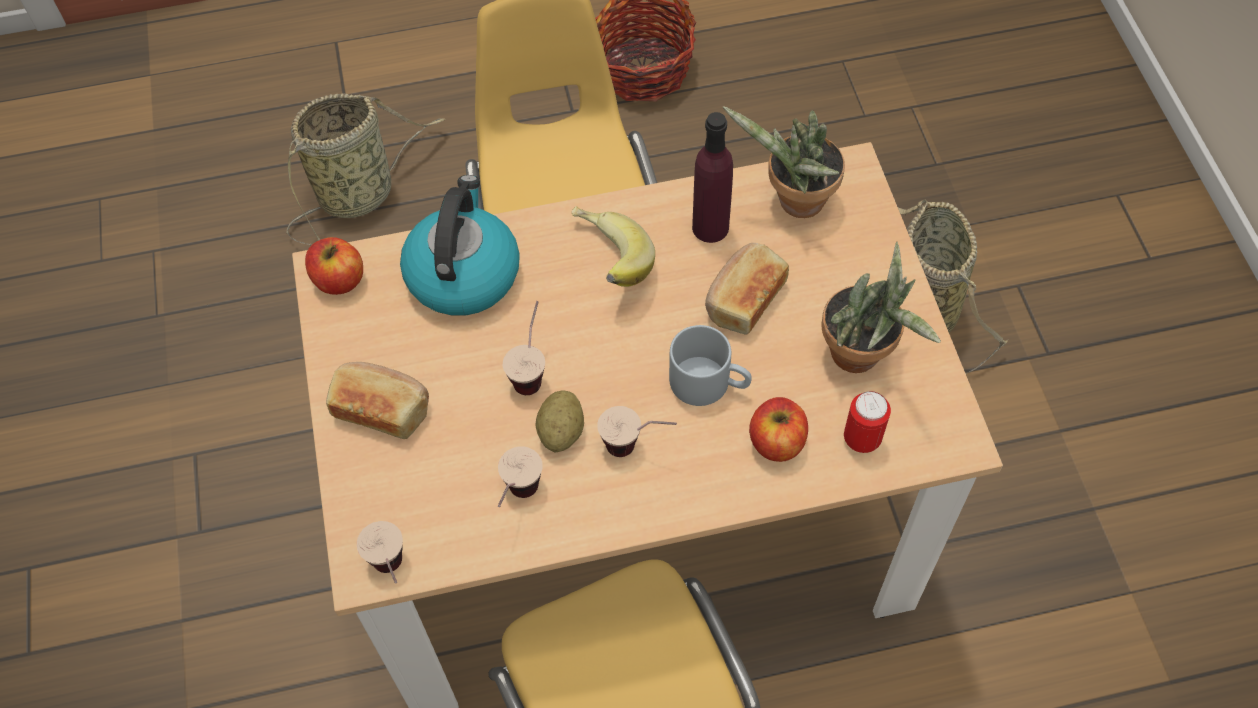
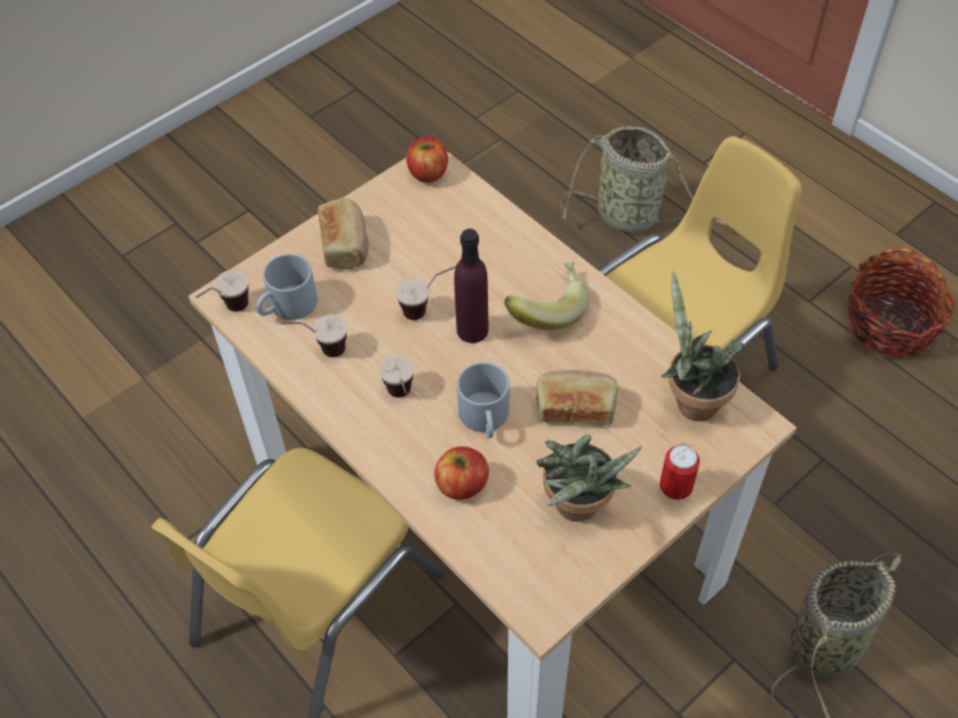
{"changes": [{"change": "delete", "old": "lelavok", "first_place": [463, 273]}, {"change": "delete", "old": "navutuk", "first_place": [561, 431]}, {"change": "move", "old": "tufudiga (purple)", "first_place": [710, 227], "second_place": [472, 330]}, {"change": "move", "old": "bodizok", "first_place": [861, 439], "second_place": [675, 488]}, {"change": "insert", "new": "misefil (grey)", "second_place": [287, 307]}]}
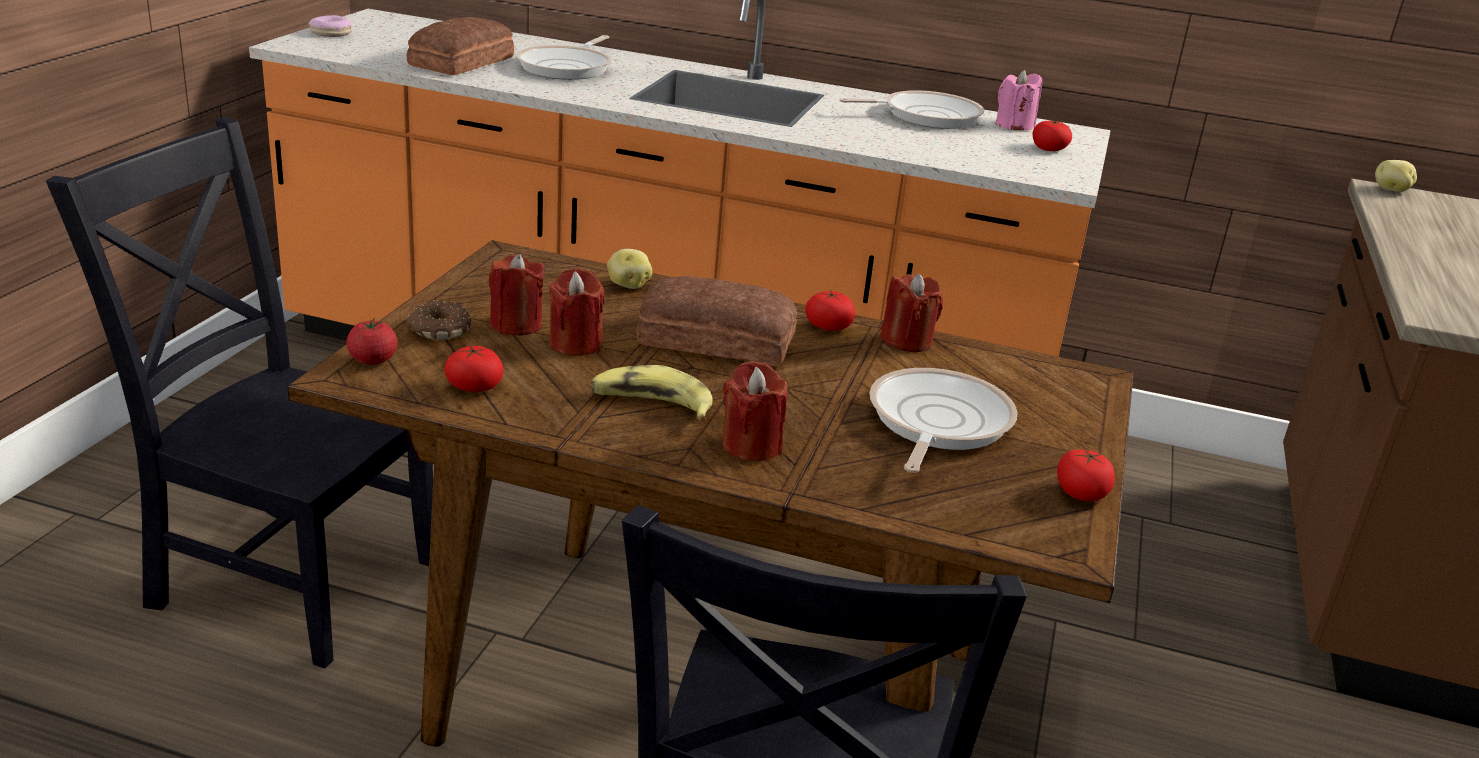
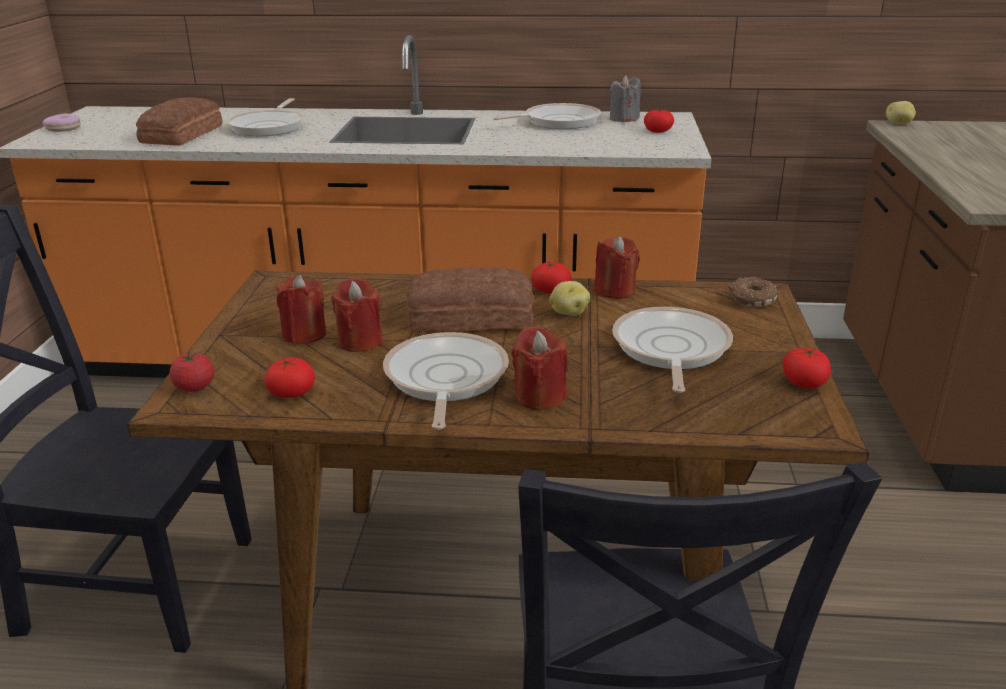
{"changes": [{"change": "move", "old": "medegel", "first_place": [439, 329], "second_place": [751, 299]}, {"change": "replace", "old": "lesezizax", "new": "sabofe", "first_place": [651, 405], "second_place": [444, 379]}, {"change": "move", "old": "navutuk", "first_place": [628, 285], "second_place": [568, 313]}, {"change": "recolor", "old": "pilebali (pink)", "new": "pilebali (grey)", "first_place": [1014, 125], "second_place": [623, 119]}]}
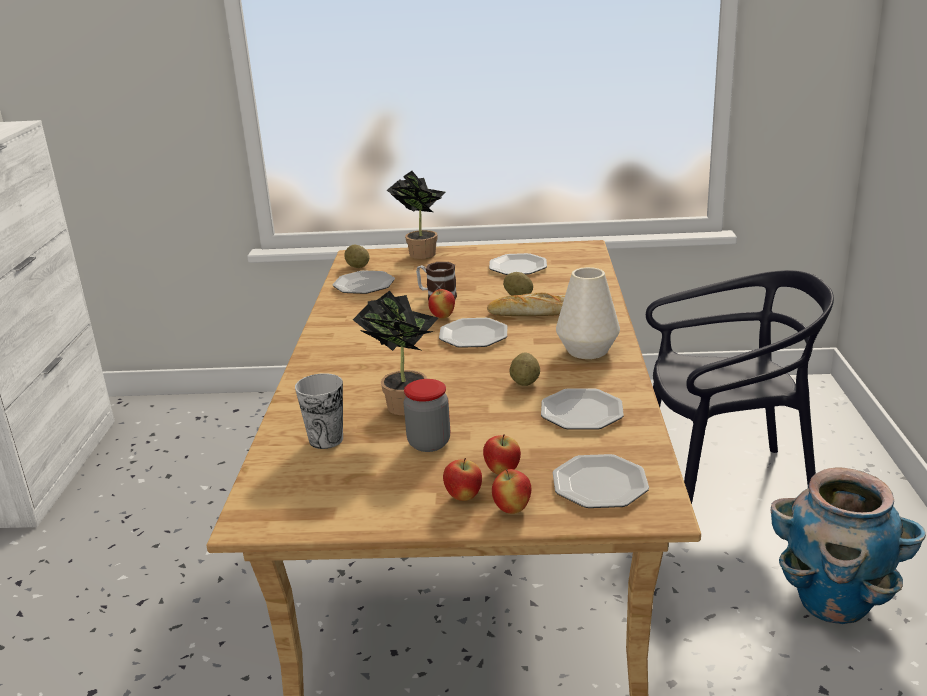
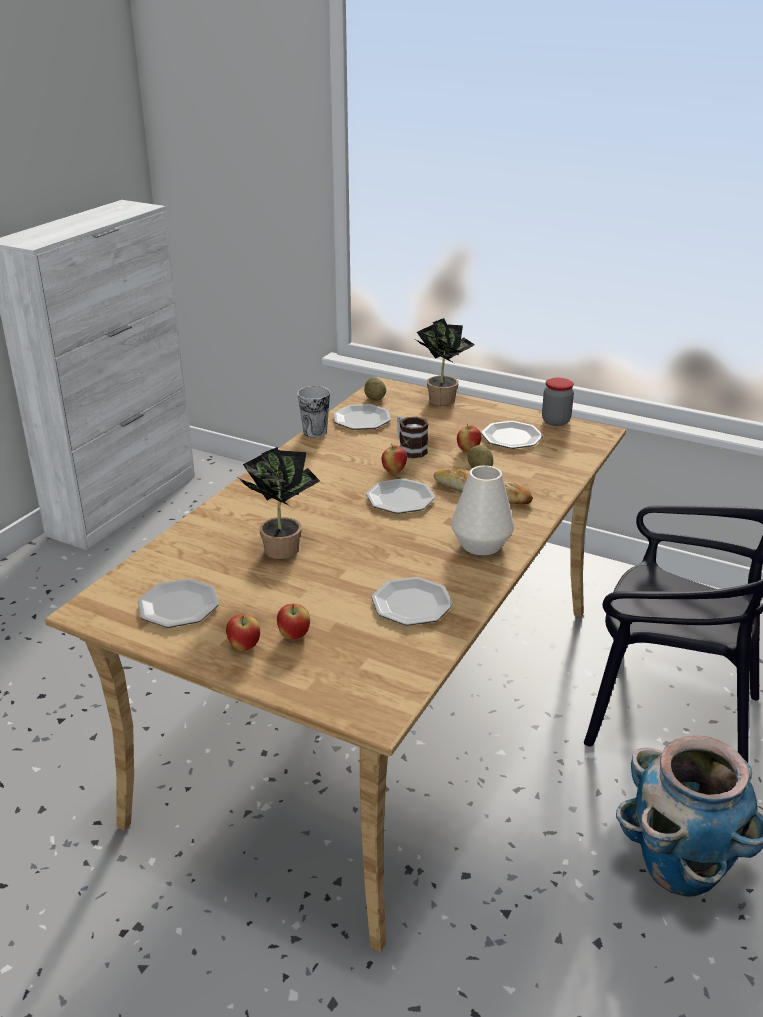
{"changes": [{"change": "move", "old": "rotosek", "first_place": [326, 440], "second_place": [315, 432]}, {"change": "move", "old": "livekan", "first_place": [429, 443], "second_place": [555, 421]}, {"change": "move", "old": "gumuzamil", "first_place": [512, 509], "second_place": [468, 451]}, {"change": "delete", "old": "navutuk", "first_place": [525, 382]}, {"change": "move", "old": "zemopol", "first_place": [600, 484], "second_place": [179, 606]}]}
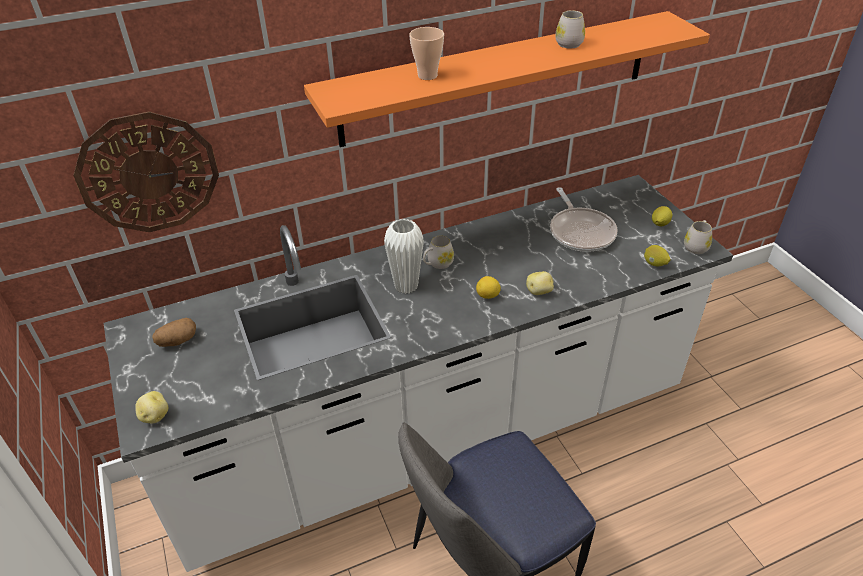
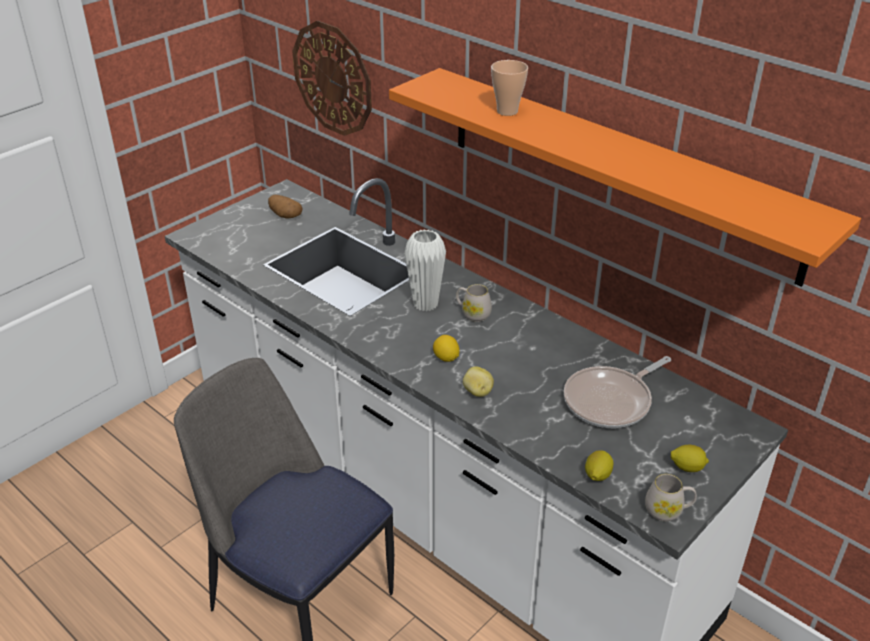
{"changes": [{"change": "delete", "old": "navutuk", "first_place": [154, 416]}, {"change": "delete", "old": "misefil (white)", "first_place": [568, 42]}]}
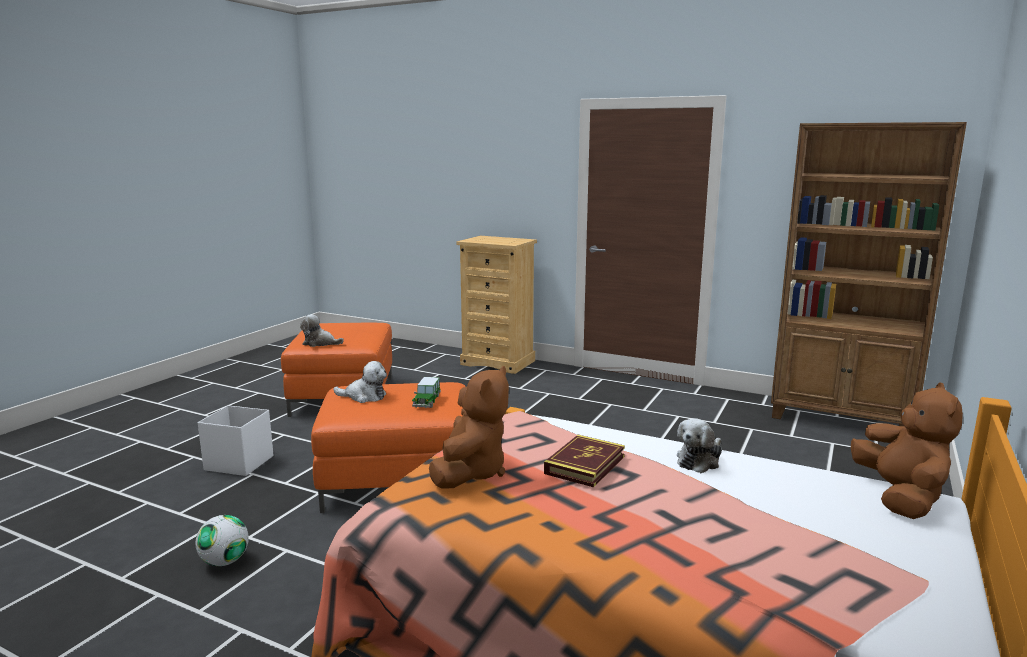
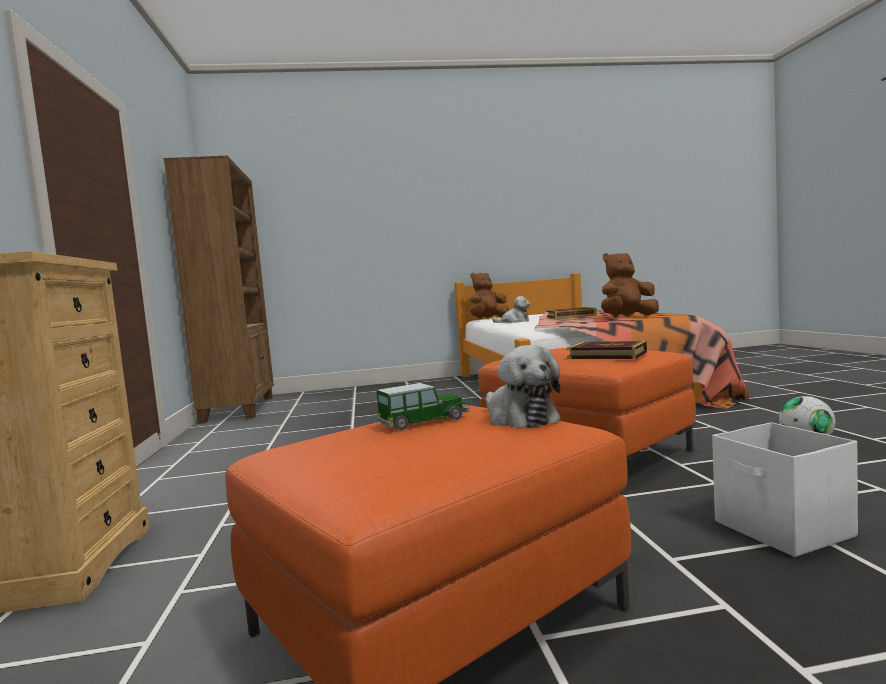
{"changes": [{"change": "replace", "old": "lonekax", "new": "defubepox", "first_place": [364, 396], "second_place": [607, 355]}, {"change": "move", "old": "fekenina", "first_place": [426, 401], "second_place": [424, 421]}]}
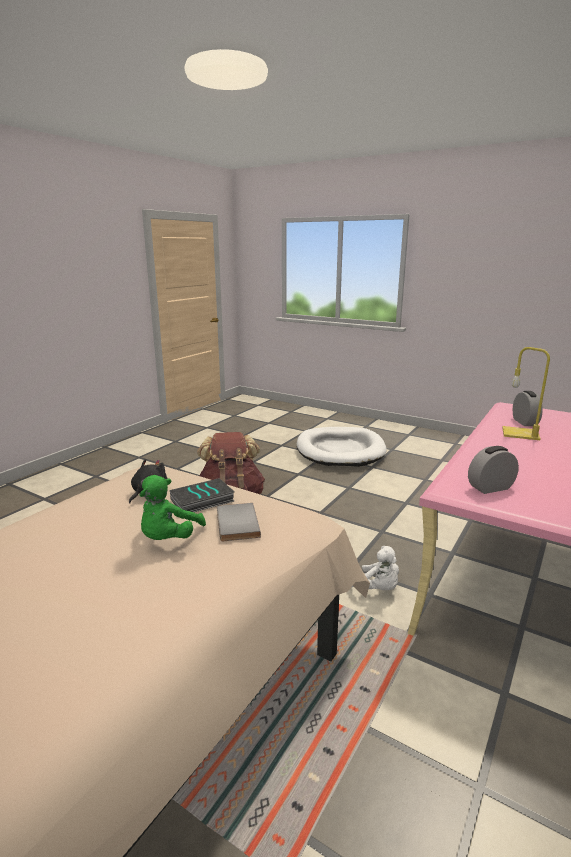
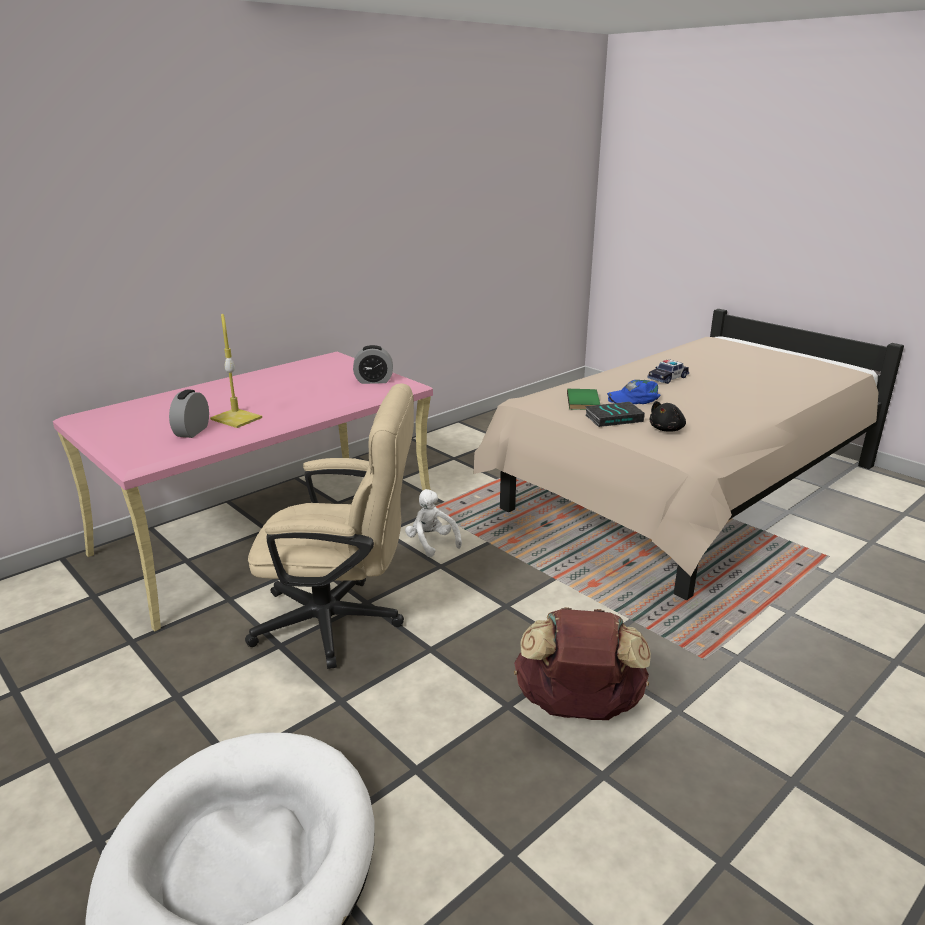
{"changes": [{"change": "replace", "old": "lonekax (green)", "new": "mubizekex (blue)", "first_place": [169, 539], "second_place": [634, 398]}, {"change": "recolor", "old": "defubepox (grey)", "new": "defubepox (green)", "first_place": [235, 524], "second_place": [584, 401]}, {"change": "insert", "new": "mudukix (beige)", "second_place": [341, 622]}, {"change": "insert", "new": "fekenina", "second_place": [668, 378]}]}
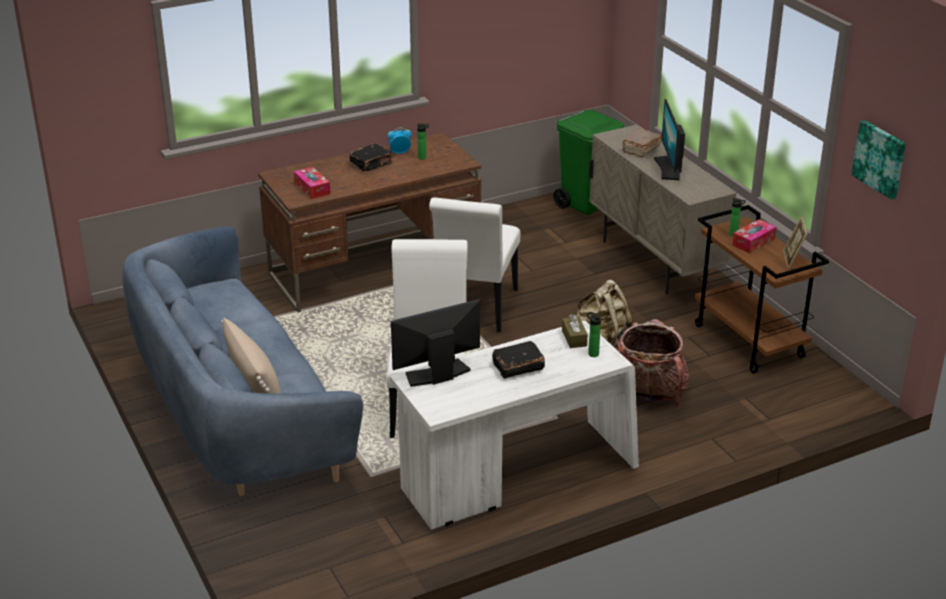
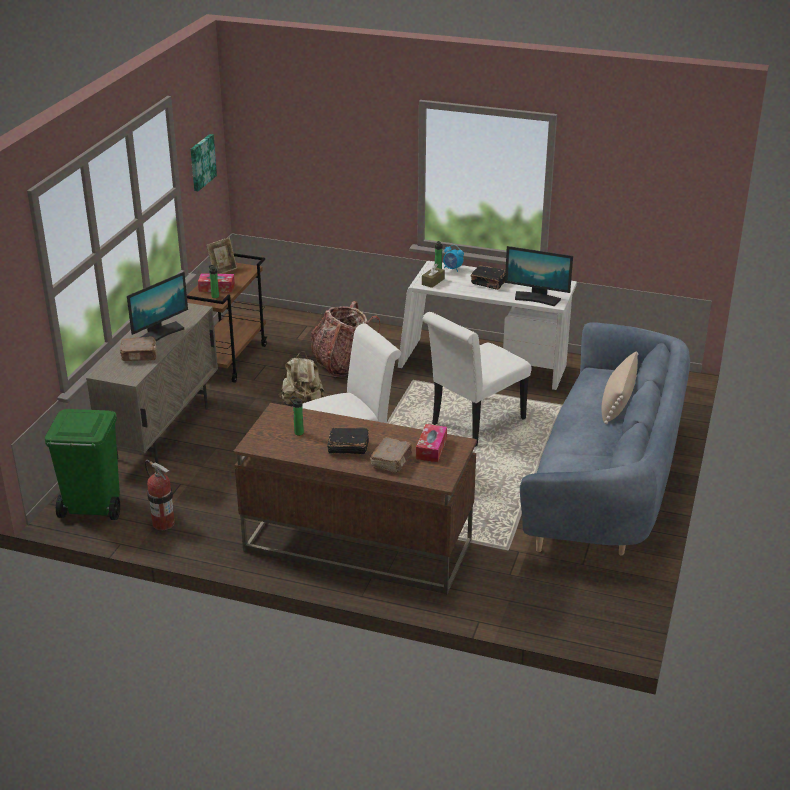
{"changes": [{"change": "move", "old": "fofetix", "first_place": [399, 152], "second_place": [452, 269]}, {"change": "insert", "new": "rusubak", "second_place": [163, 523]}, {"change": "insert", "new": "defubepox (brown)", "second_place": [392, 461]}]}
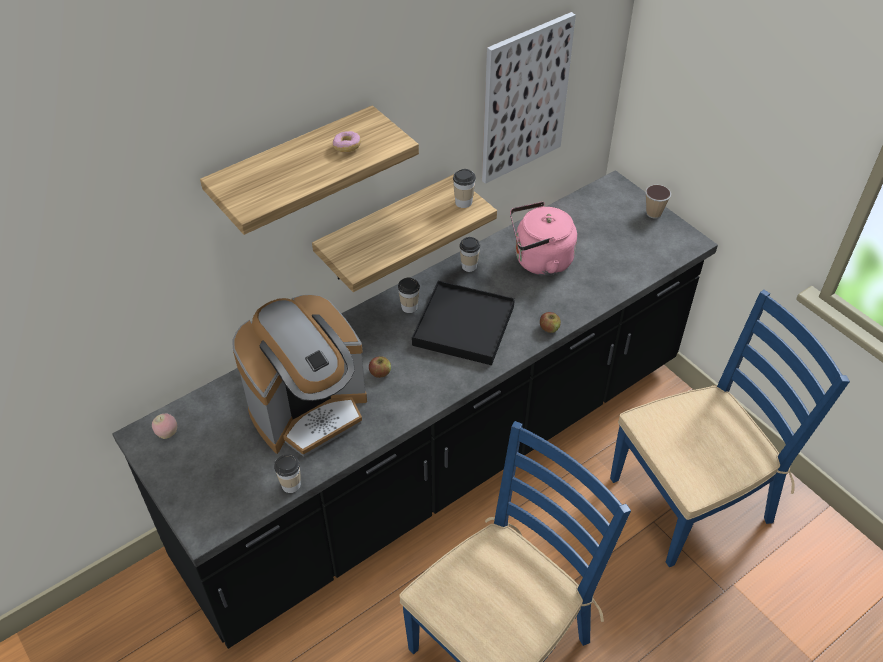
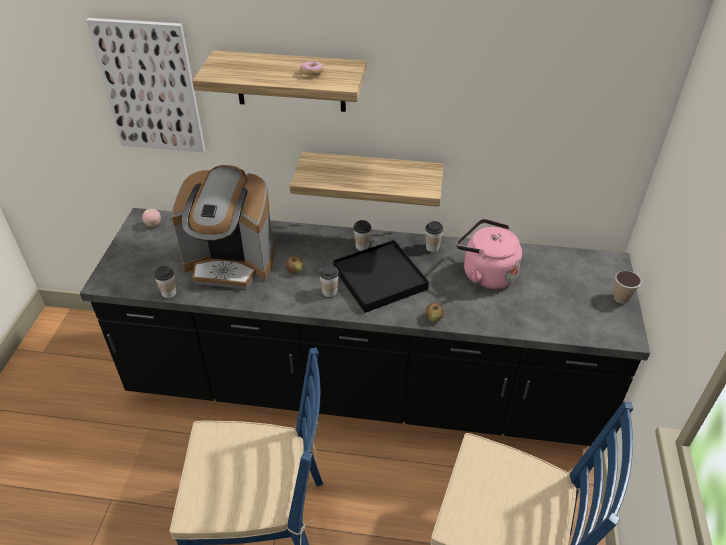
{"changes": [{"change": "move", "old": "rotosek", "first_place": [463, 202], "second_place": [329, 292]}, {"change": "move", "old": "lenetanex", "first_place": [524, 99], "second_place": [150, 87]}]}
